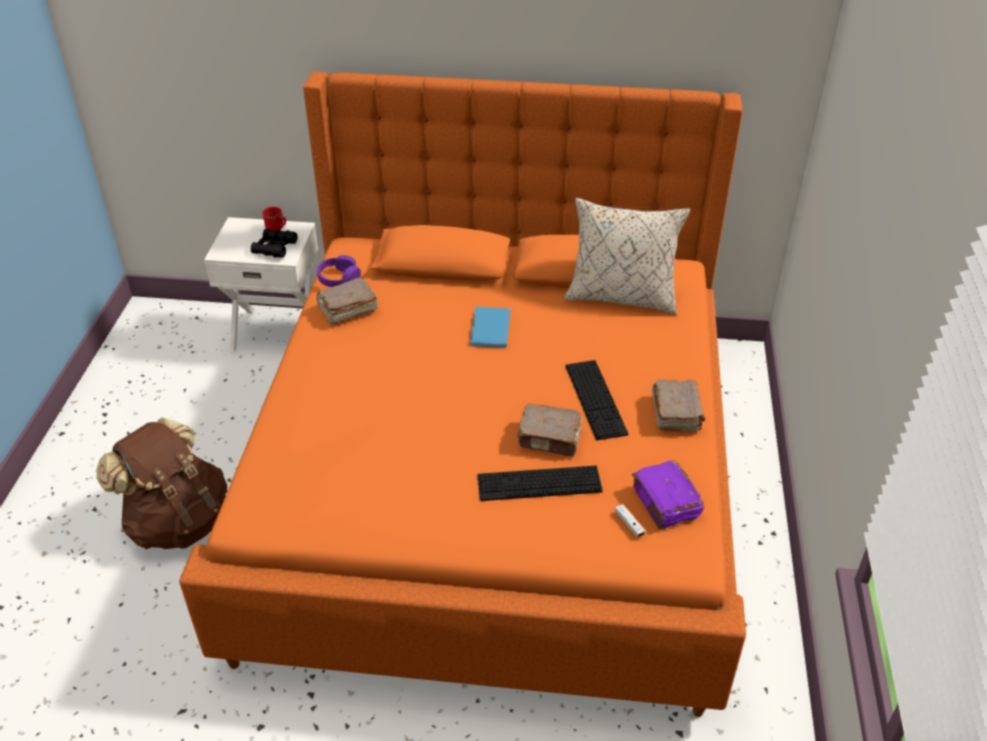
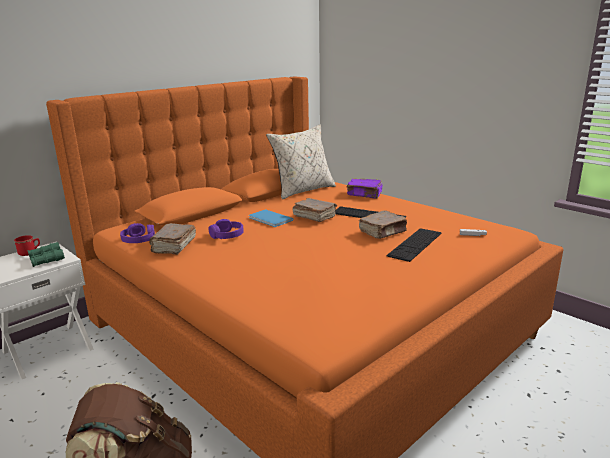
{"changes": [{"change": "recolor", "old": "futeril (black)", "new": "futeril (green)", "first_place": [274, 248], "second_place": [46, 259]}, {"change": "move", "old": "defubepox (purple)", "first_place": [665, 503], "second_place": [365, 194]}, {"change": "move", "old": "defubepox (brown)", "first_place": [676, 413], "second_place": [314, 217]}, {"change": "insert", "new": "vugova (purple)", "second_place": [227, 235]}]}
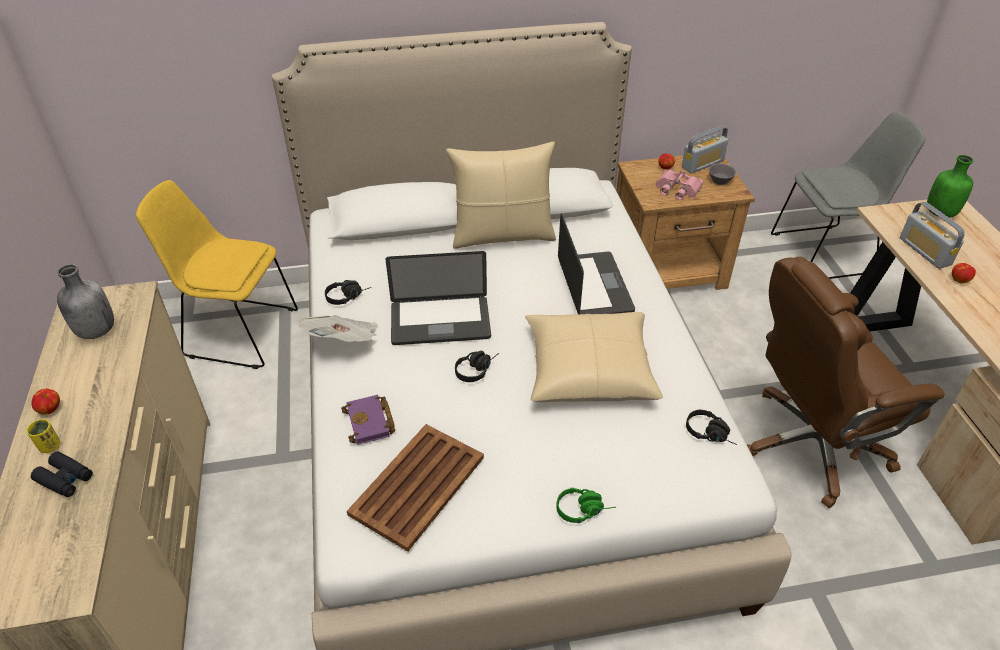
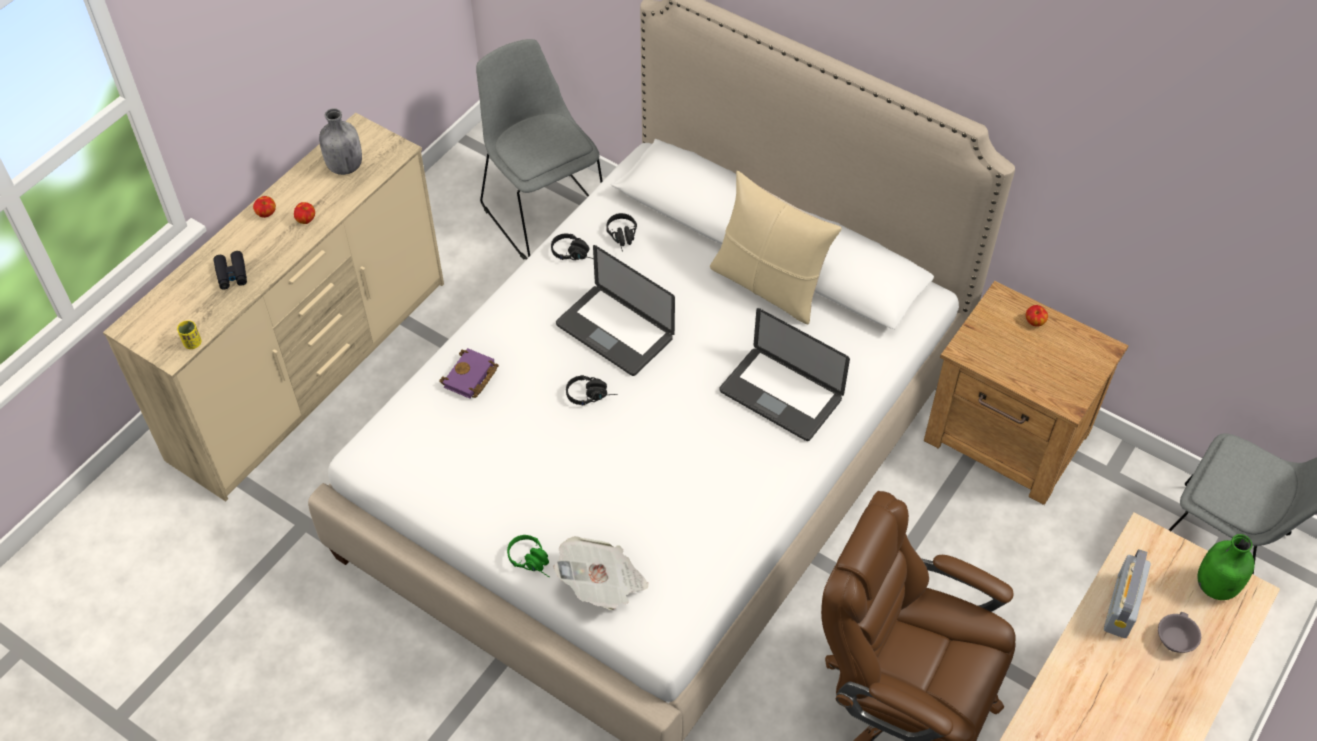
{"changes": [{"change": "move", "old": "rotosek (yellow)", "first_place": [50, 446], "second_place": [192, 343]}, {"change": "recolor", "old": "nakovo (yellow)", "new": "nakovo (grey)", "first_place": [238, 331], "second_place": [543, 210]}, {"change": "move", "old": "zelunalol", "first_place": [344, 342], "second_place": [602, 584]}, {"change": "delete", "old": "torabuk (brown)", "first_place": [418, 485]}, {"change": "delete", "old": "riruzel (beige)", "first_place": [589, 370]}, {"change": "rotate", "old": "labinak", "first_place": [594, 286], "second_place": [780, 395], "degrees": 90}, {"change": "delete", "old": "futeril (pink)", "first_place": [676, 189]}, {"change": "delete", "old": "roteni", "first_place": [702, 164]}, {"change": "move", "old": "vugova (black)", "first_place": [711, 434], "second_place": [623, 238]}, {"change": "move", "old": "rotosek (grey)", "first_place": [718, 180], "second_place": [1173, 639]}, {"change": "move", "old": "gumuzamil", "first_place": [959, 280], "second_place": [306, 220]}]}
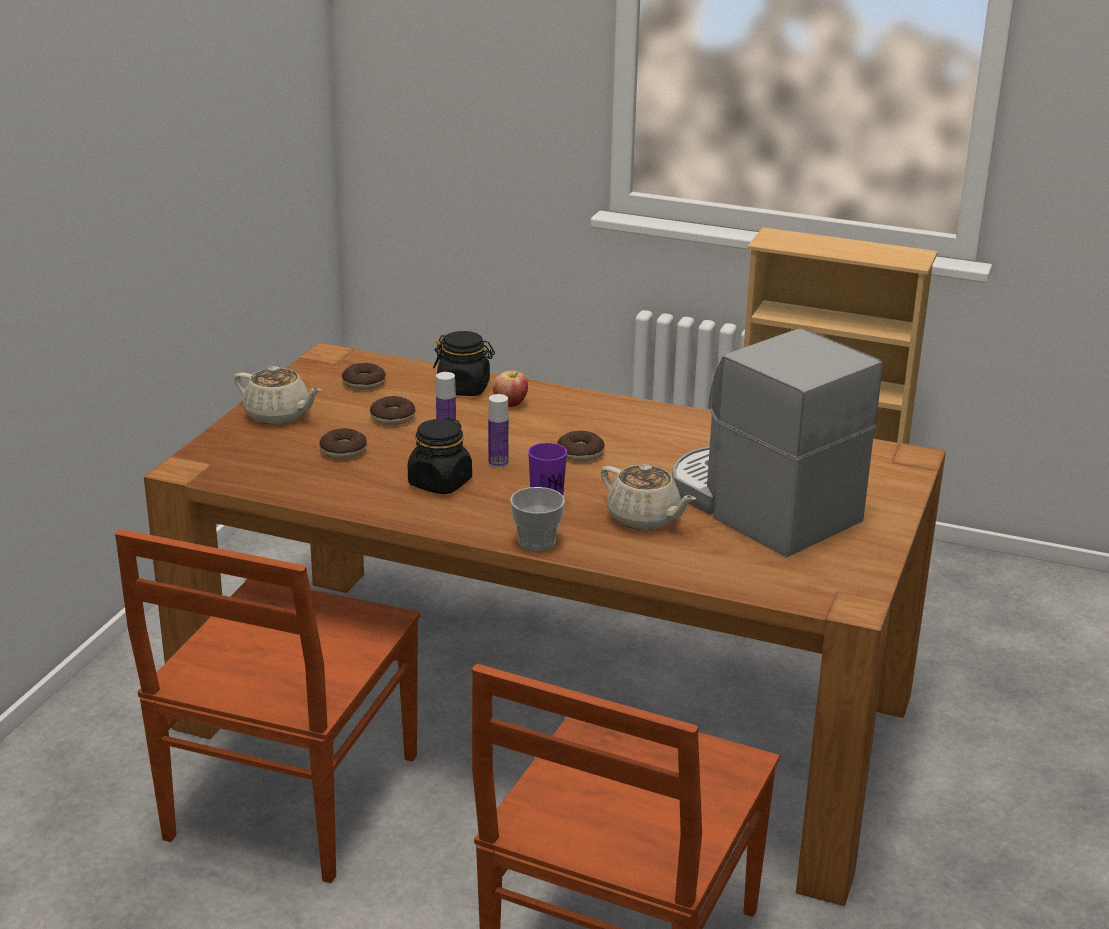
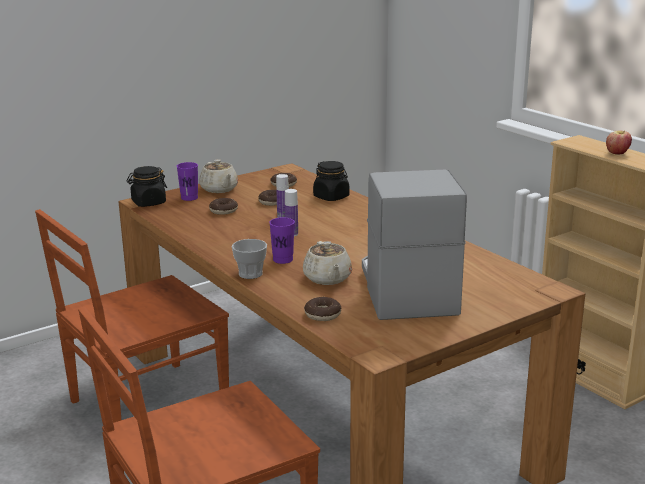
{"changes": [{"change": "move", "old": "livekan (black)", "first_place": [440, 483], "second_place": [148, 203]}, {"change": "move", "old": "gumuzamil", "first_place": [510, 404], "second_place": [617, 153]}, {"change": "move", "old": "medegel", "first_place": [580, 453], "second_place": [322, 314]}, {"change": "insert", "new": "rotosek (purple)", "second_place": [189, 198]}]}
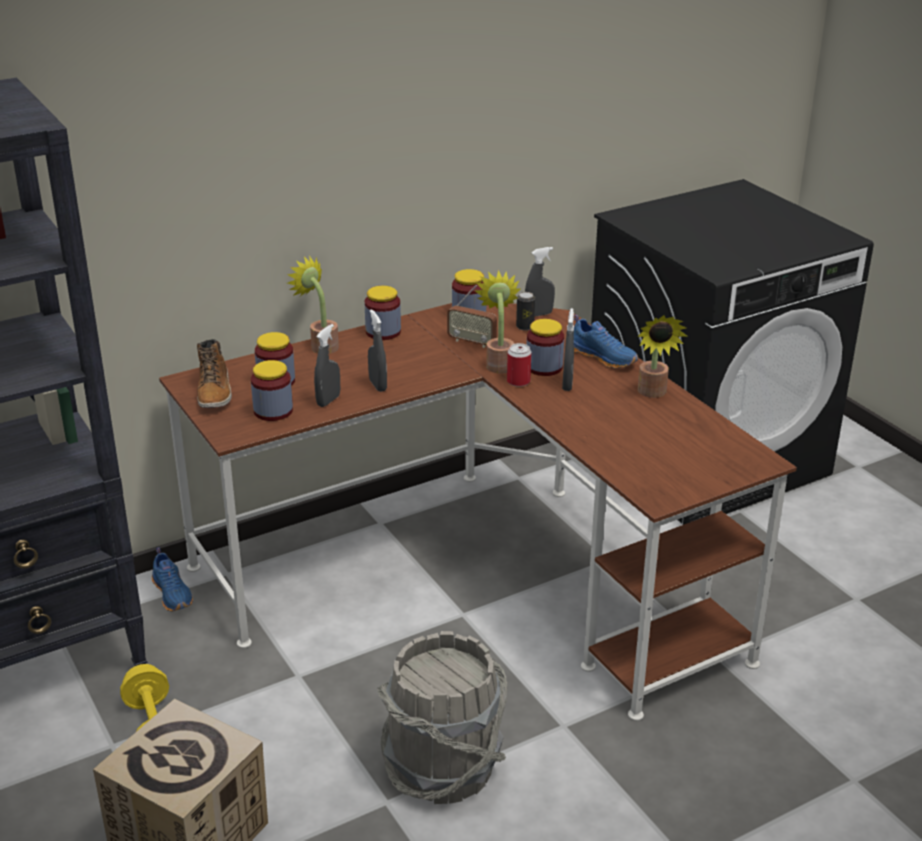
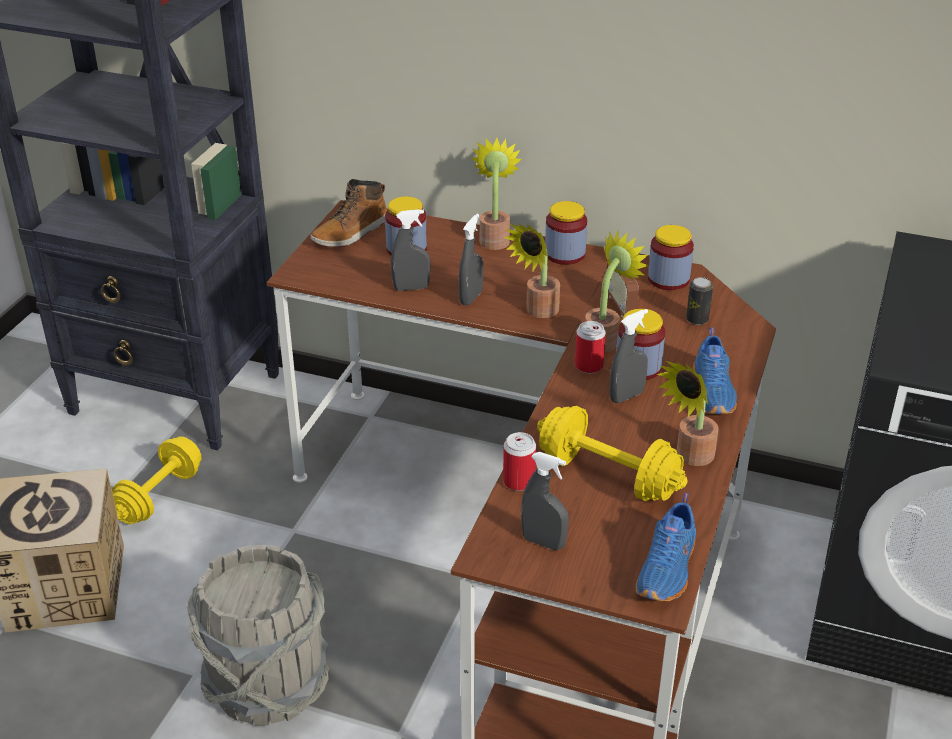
{"changes": [{"change": "move", "old": "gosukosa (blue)", "first_place": [173, 594], "second_place": [668, 569]}, {"change": "delete", "old": "livekan", "first_place": [273, 411]}, {"change": "move", "old": "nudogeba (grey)", "first_place": [538, 314], "second_place": [543, 542]}, {"change": "insert", "new": "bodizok", "second_place": [519, 481]}, {"change": "insert", "new": "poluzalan", "second_place": [538, 312]}, {"change": "insert", "new": "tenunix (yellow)", "second_place": [608, 476]}]}
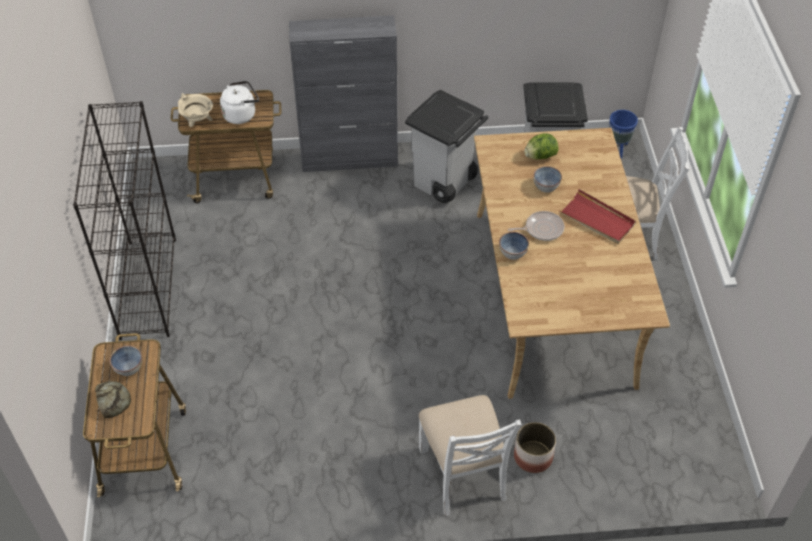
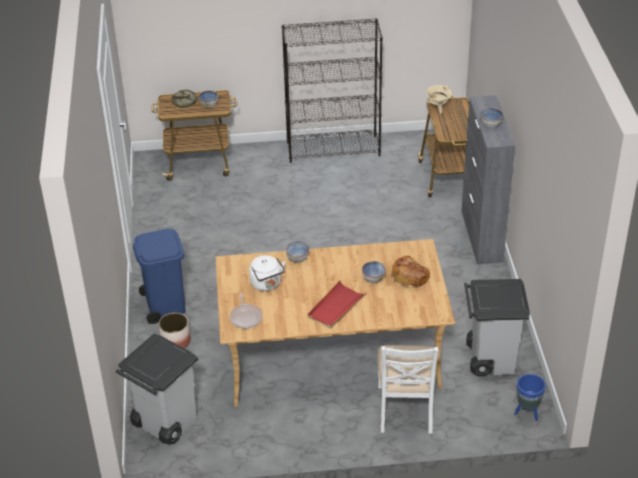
{"changes": [{"change": "move", "old": "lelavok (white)", "first_place": [241, 114], "second_place": [267, 284]}, {"change": "move", "old": "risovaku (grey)", "first_place": [444, 183], "second_place": [164, 423]}, {"change": "replace", "old": "nakovo (white)", "new": "risovaku (blue)", "first_place": [463, 474], "second_place": [165, 305]}, {"change": "move", "old": "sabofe", "first_place": [542, 229], "second_place": [246, 317]}, {"change": "replace", "old": "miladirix", "new": "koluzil", "first_place": [540, 156], "second_place": [410, 276]}, {"change": "insert", "new": "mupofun", "second_place": [491, 124]}]}
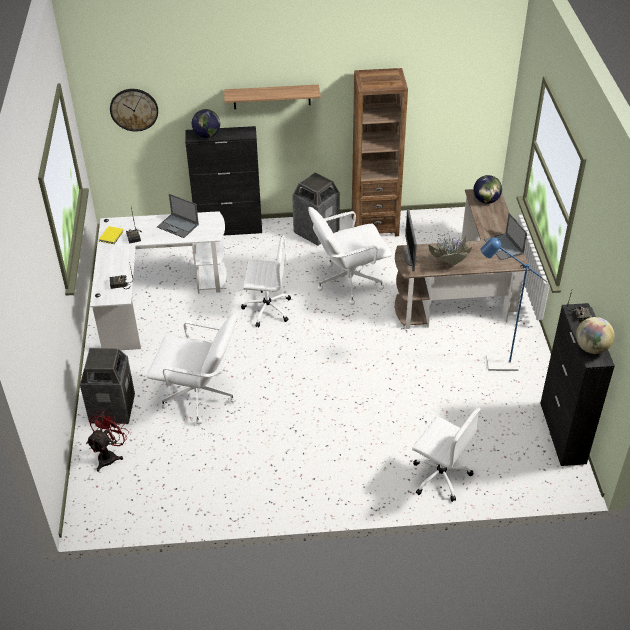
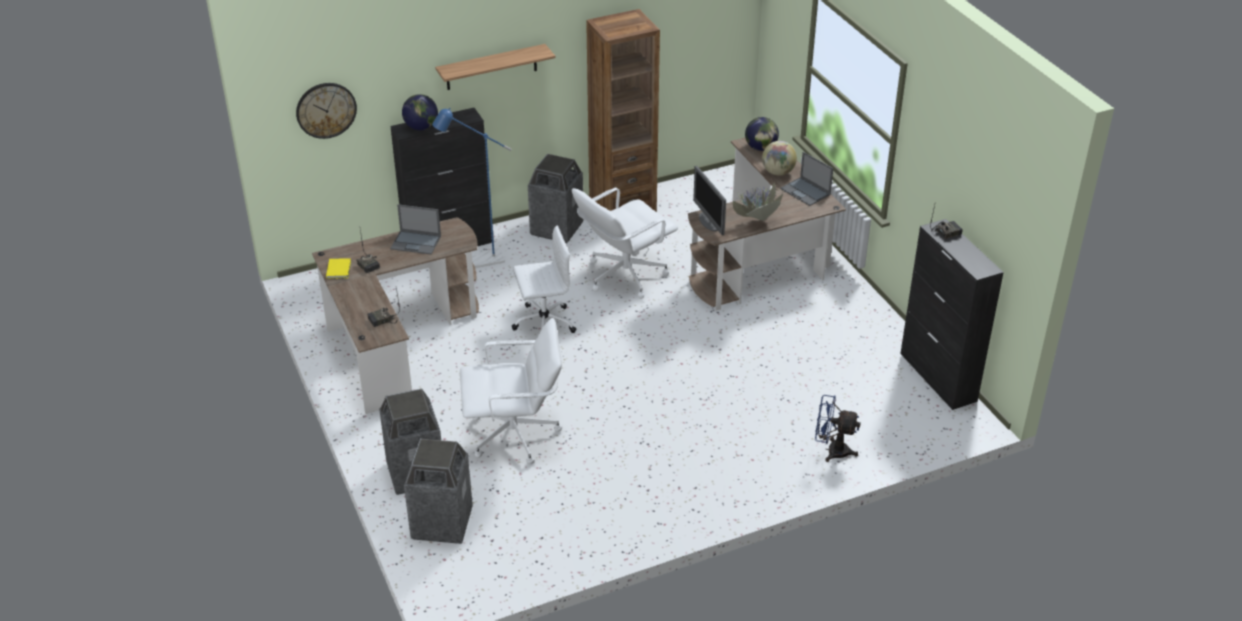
{"changes": [{"change": "replace", "old": "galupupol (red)", "new": "risovaku", "first_place": [110, 456], "second_place": [441, 523]}, {"change": "recolor", "old": "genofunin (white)", "new": "genofunin (brown)", "first_place": [153, 296], "second_place": [395, 339]}, {"change": "replace", "old": "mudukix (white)", "new": "galupupol (blue)", "first_place": [440, 476], "second_place": [832, 450]}, {"change": "move", "old": "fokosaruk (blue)", "first_place": [495, 363], "second_place": [479, 261]}, {"change": "move", "old": "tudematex", "first_place": [591, 348], "second_place": [778, 172]}]}
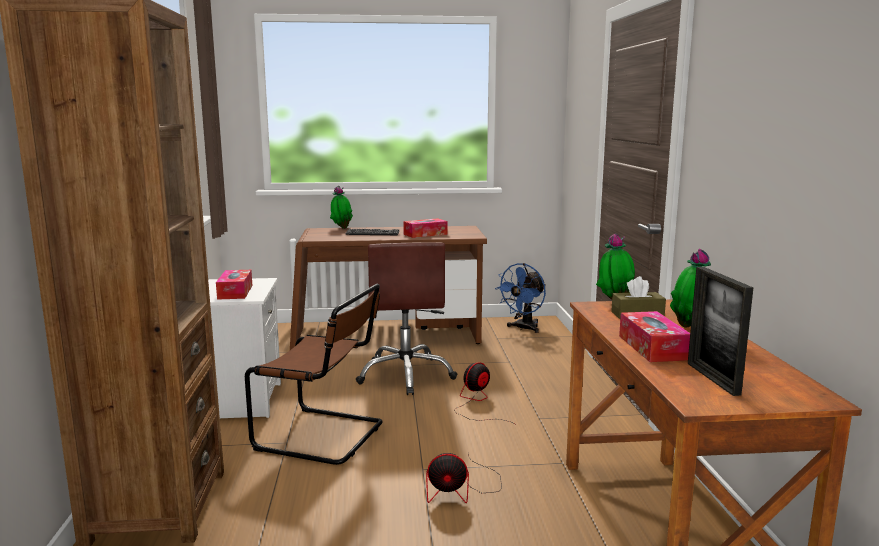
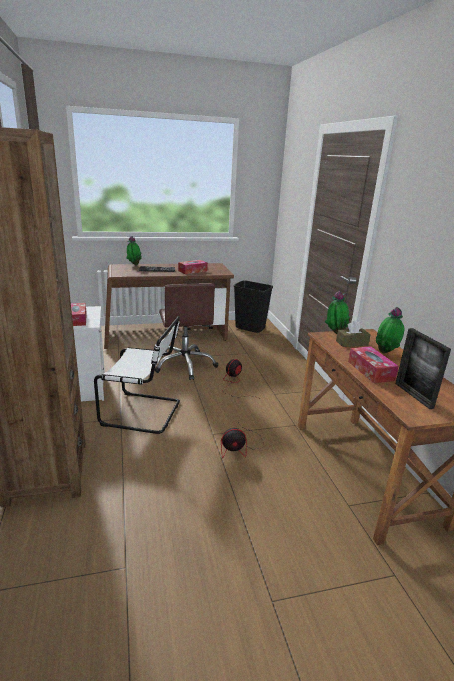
{"changes": [{"change": "recolor", "old": "nakovo (brown)", "new": "nakovo (white)", "first_place": [324, 436], "second_place": [144, 413]}, {"change": "replace", "old": "galupupol (blue)", "new": "risovaku (black)", "first_place": [523, 328], "second_place": [250, 328]}]}
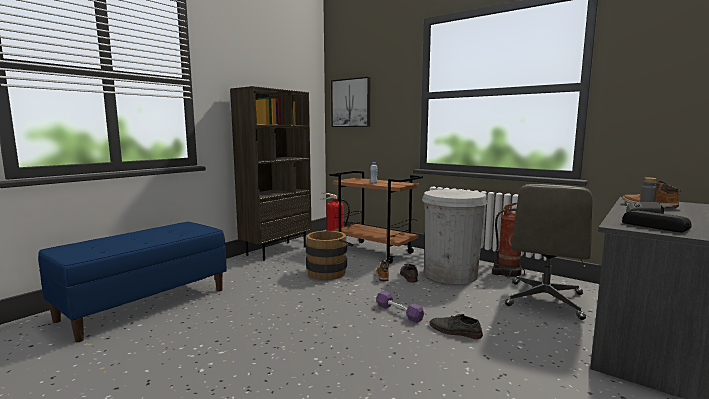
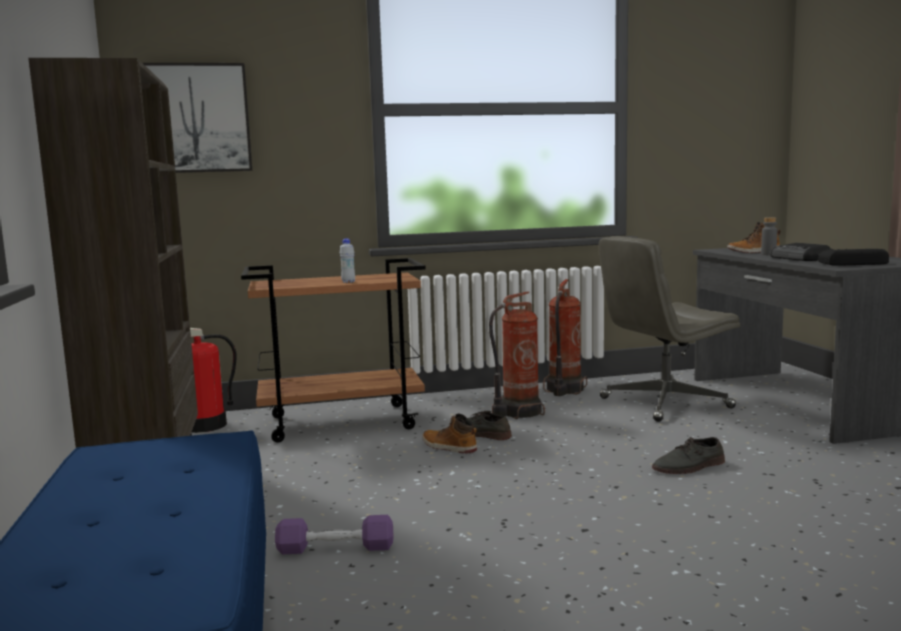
{"changes": [{"change": "delete", "old": "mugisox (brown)", "first_place": [329, 272]}, {"change": "move", "old": "tenunix (purple)", "first_place": [399, 312], "second_place": [335, 548]}, {"change": "replace", "old": "risovaku (white)", "new": "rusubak", "first_place": [451, 274], "second_place": [518, 413]}, {"change": "rotate", "old": "mudukix (grey)", "first_place": [545, 300], "second_place": [664, 403], "degrees": 90}]}
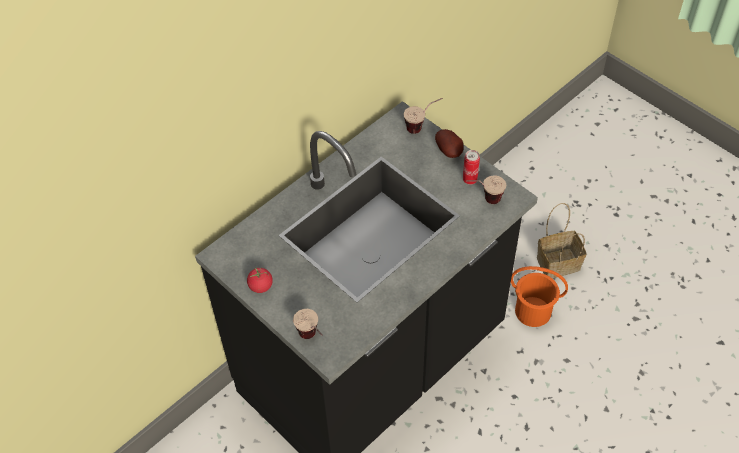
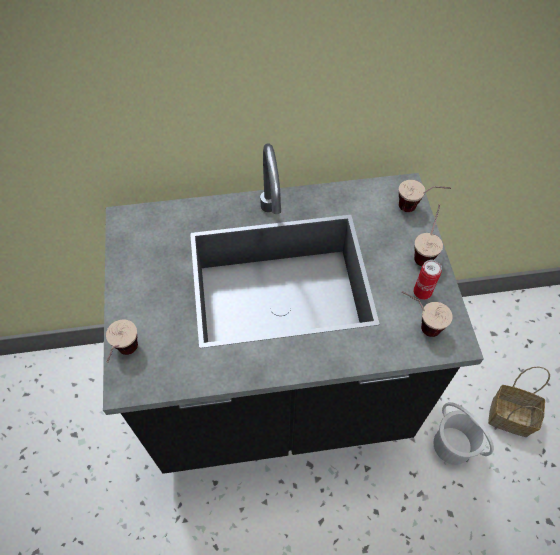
{"changes": [{"change": "delete", "old": "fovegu", "first_place": [260, 286]}, {"change": "replace", "old": "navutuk", "new": "rotosek", "first_place": [450, 151], "second_place": [425, 250]}, {"change": "recolor", "old": "mugisox (orange)", "new": "mugisox (white)", "first_place": [533, 311], "second_place": [452, 444]}]}
